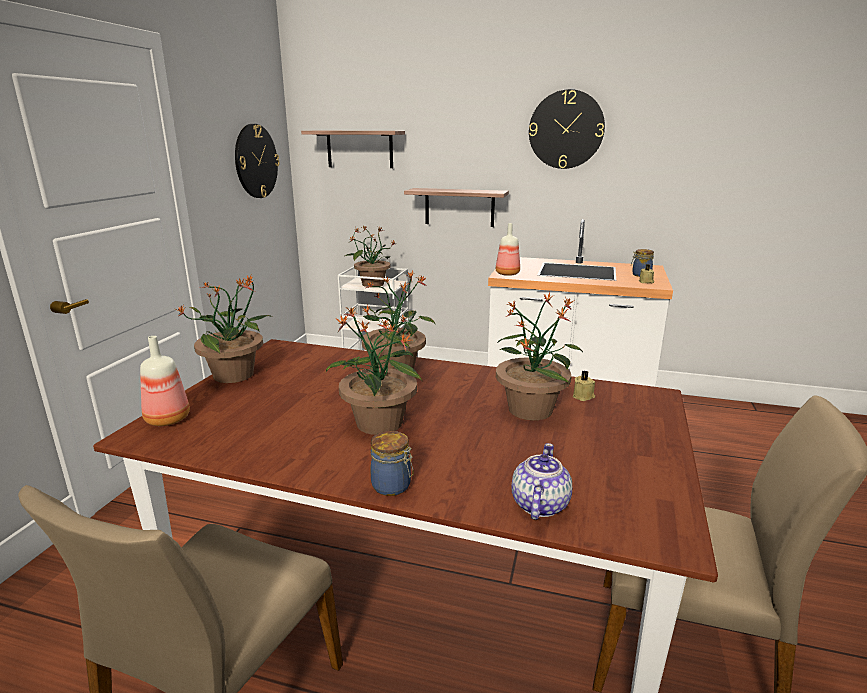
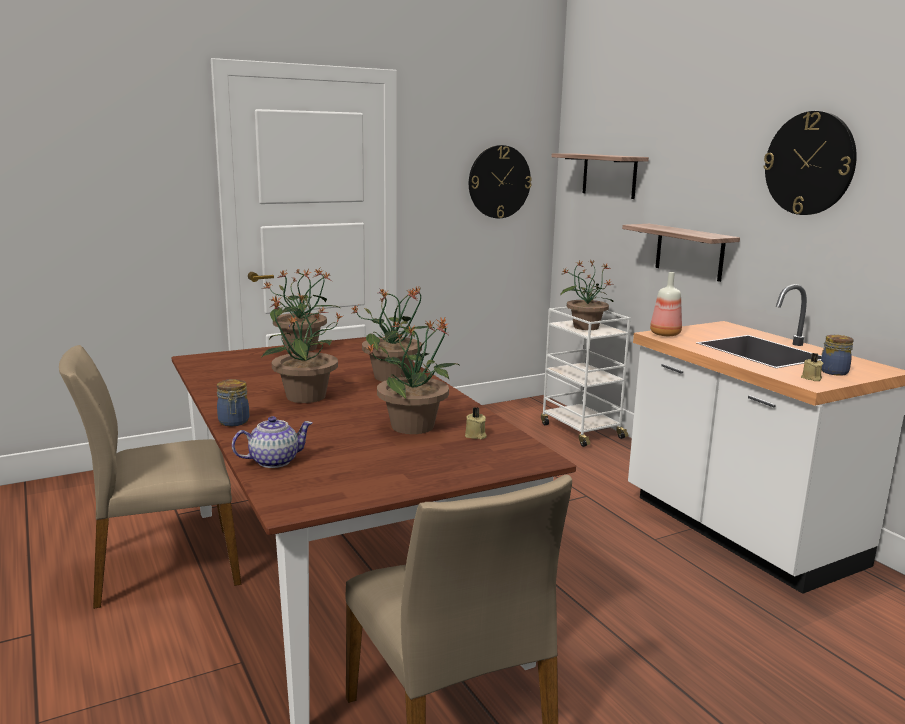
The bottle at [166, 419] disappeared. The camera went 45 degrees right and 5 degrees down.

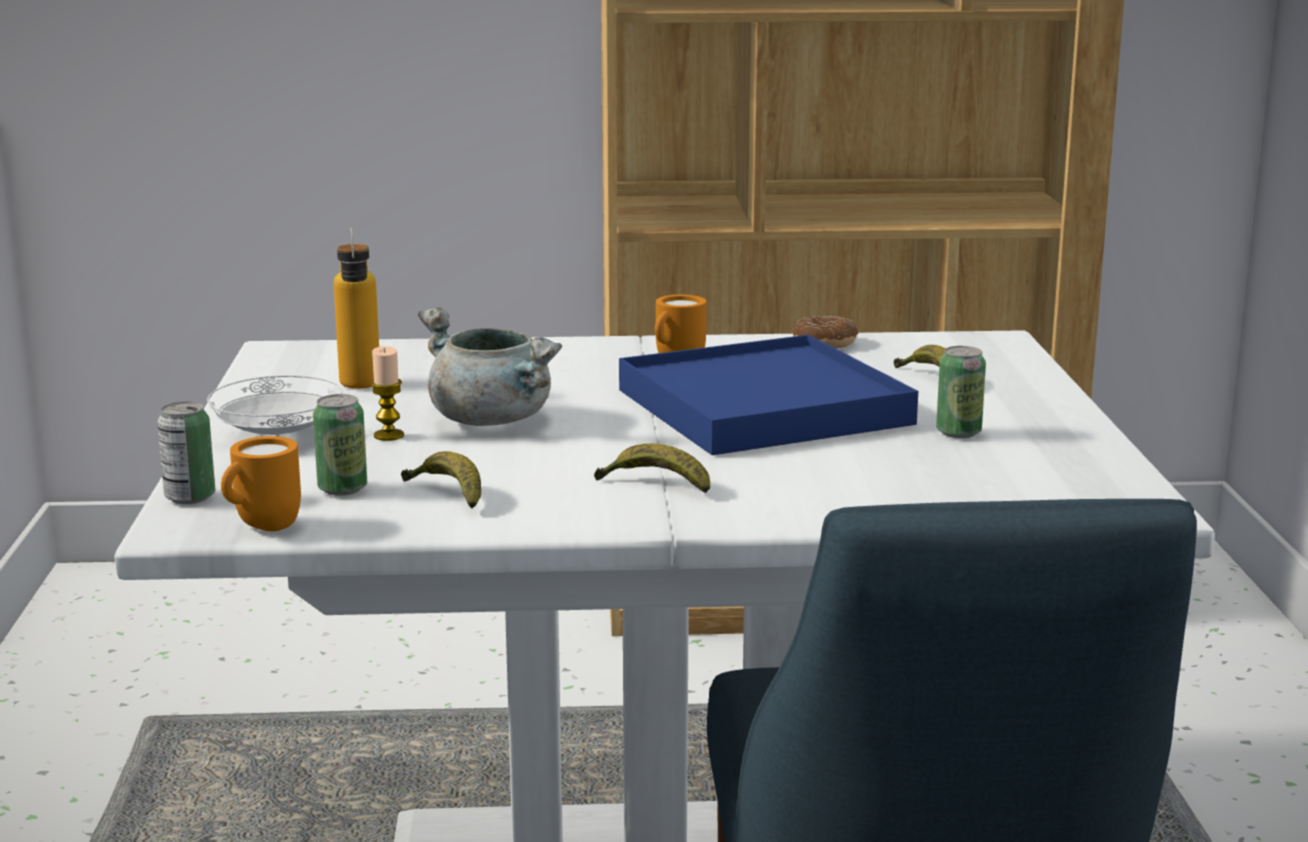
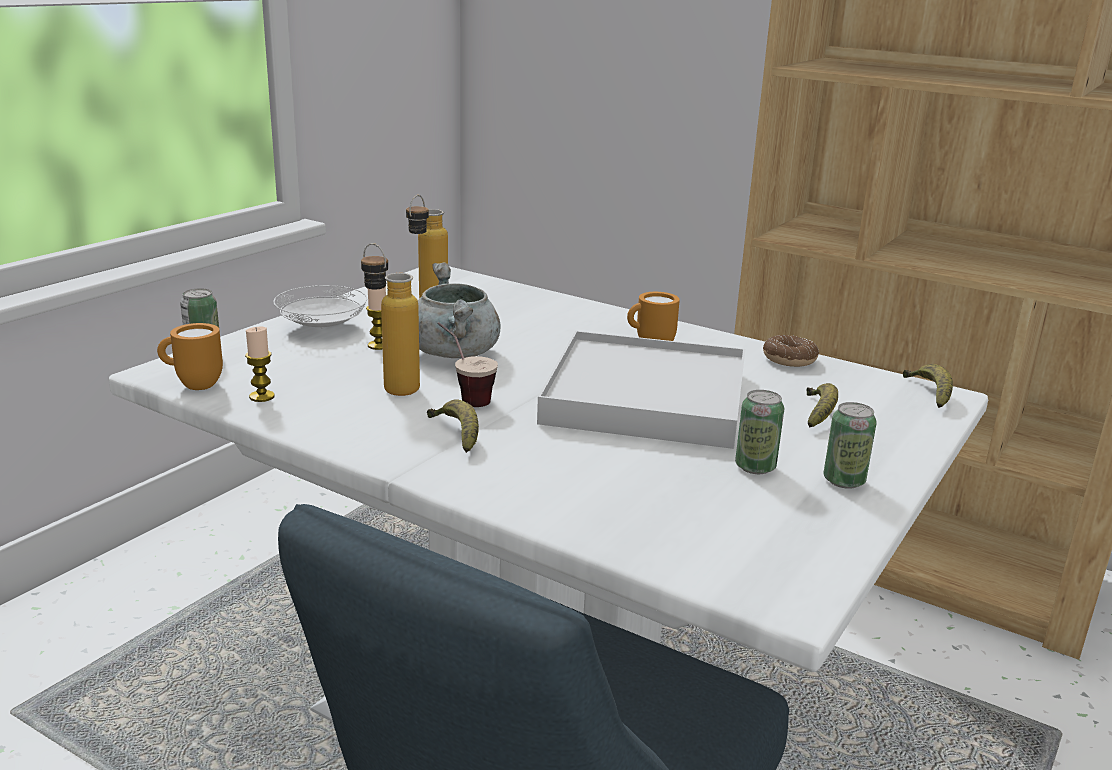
The blue tray at [762, 407] became the white tray at [645, 397]. The can moved from [342, 489] to [844, 481]. The banana moved from [448, 494] to [929, 394]. The bottle at [391, 386] appeared. The cup at [464, 397] appeared. The candle at [262, 397] appeared. The camera went 35 degrees right and 5 degrees up.

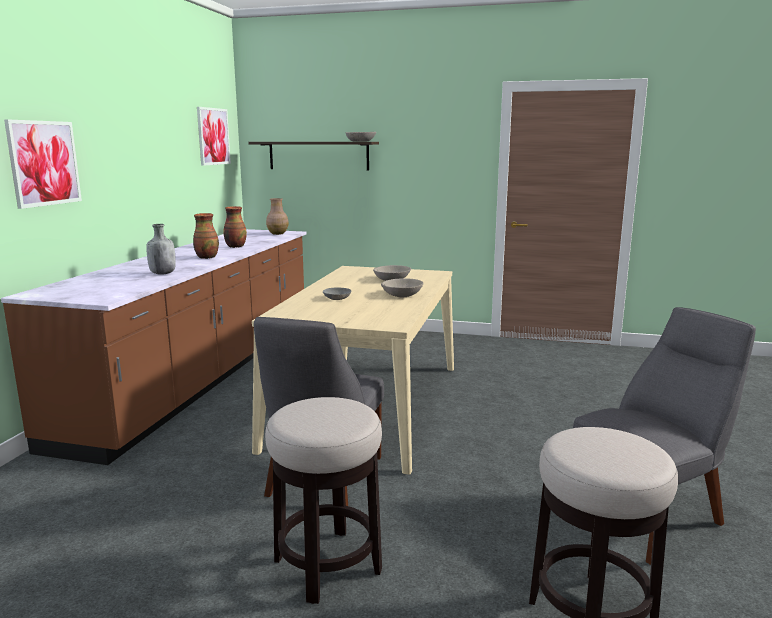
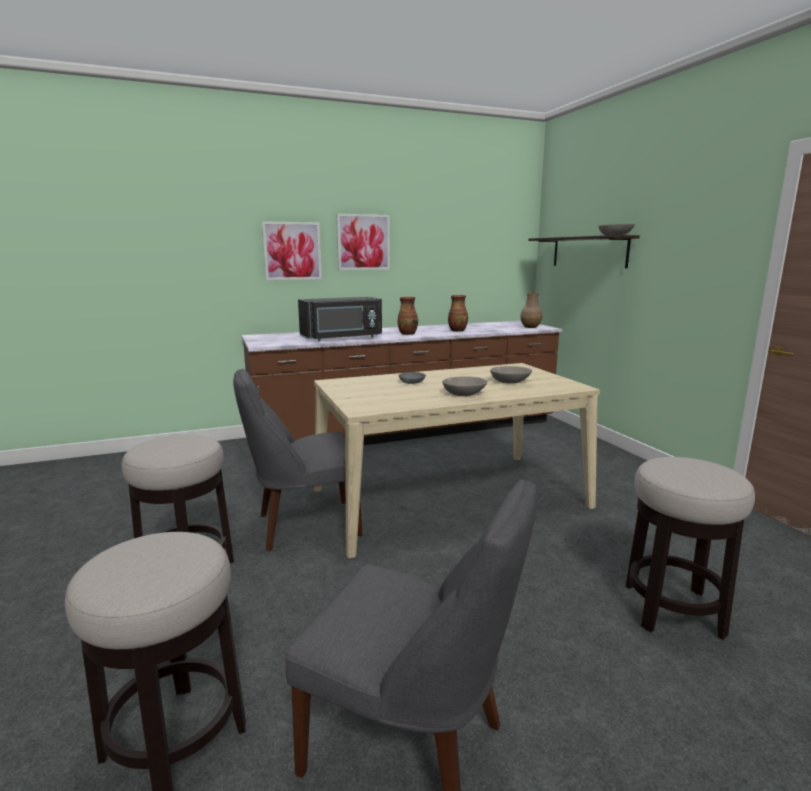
The picture moved from [213, 136] to [363, 242]. The grey bottle at [162, 273] was replaced by the black microwave at [342, 338]. The stool at [673, 610] appeared. The camera went 55 degrees right and 0 degrees up.

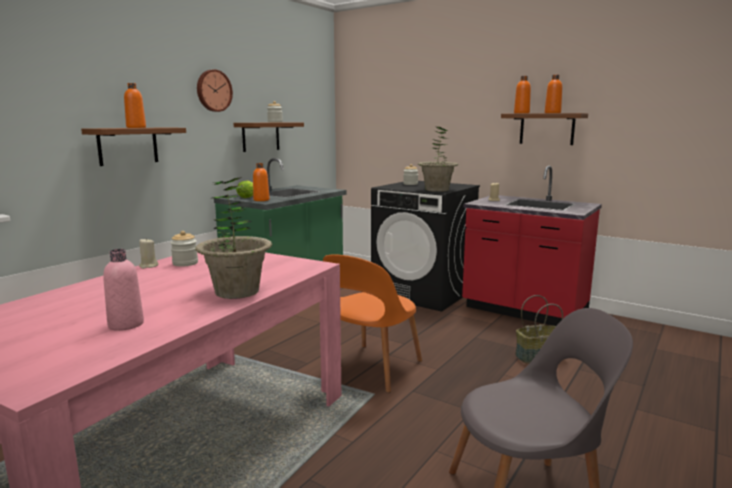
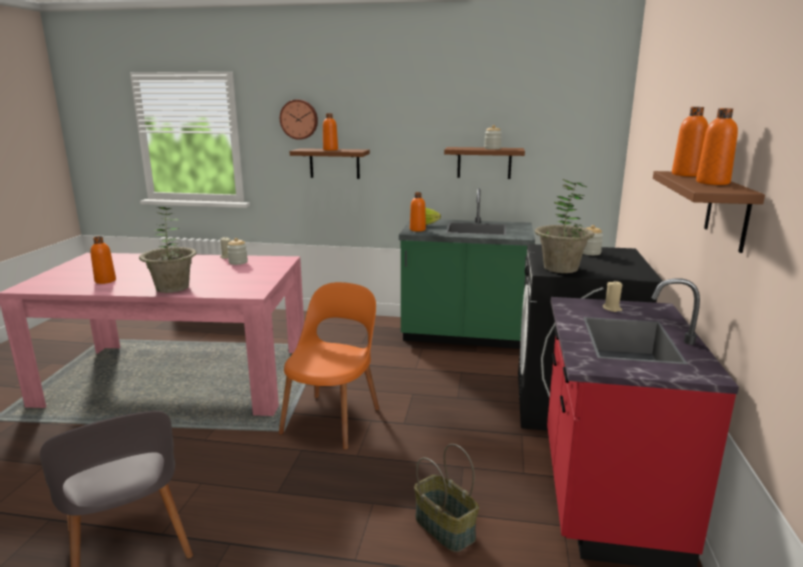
The wall clock moved from [213, 90] to [299, 119]. The pink bottle at [126, 324] became the orange bottle at [105, 281]. The orange chair at [371, 369] turned 105 degrees clockwise. The camera went 65 degrees right and 5 degrees up.

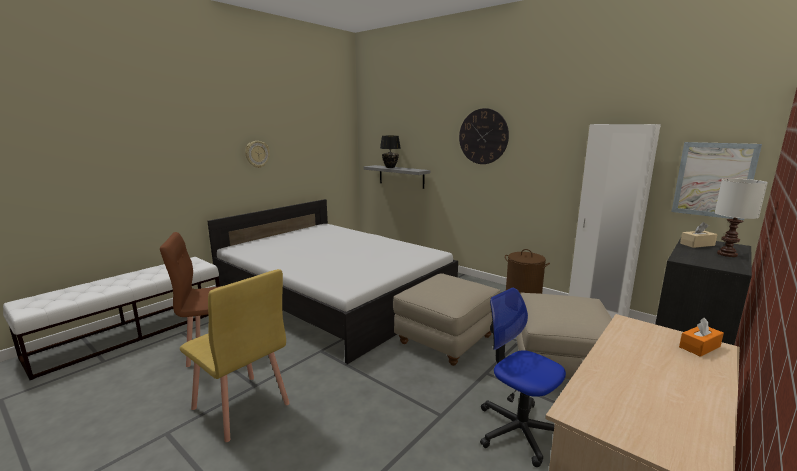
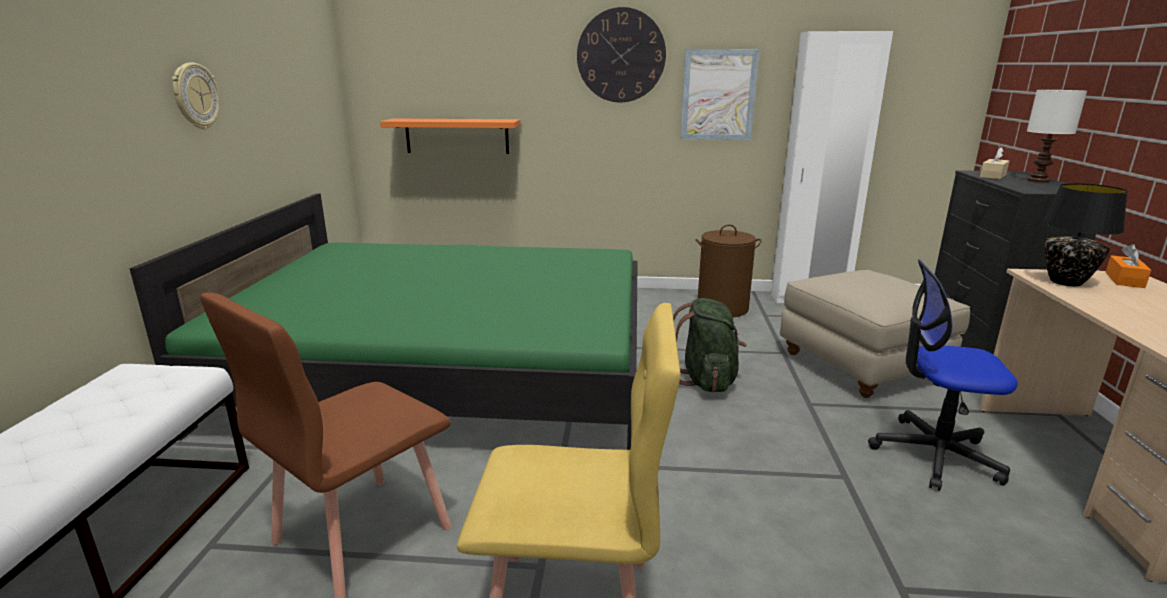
The black table lamp moved from [390, 167] to [1065, 282]. The picture moved from [713, 180] to [718, 95]. The grey shelf at [401, 176] became the orange shelf at [457, 136]. The white bed at [334, 296] became the green bed at [447, 370]. The beige ottoman at [446, 340] was replaced by the green backpack at [706, 380]. The camera went 35 degrees left and 5 degrees up.

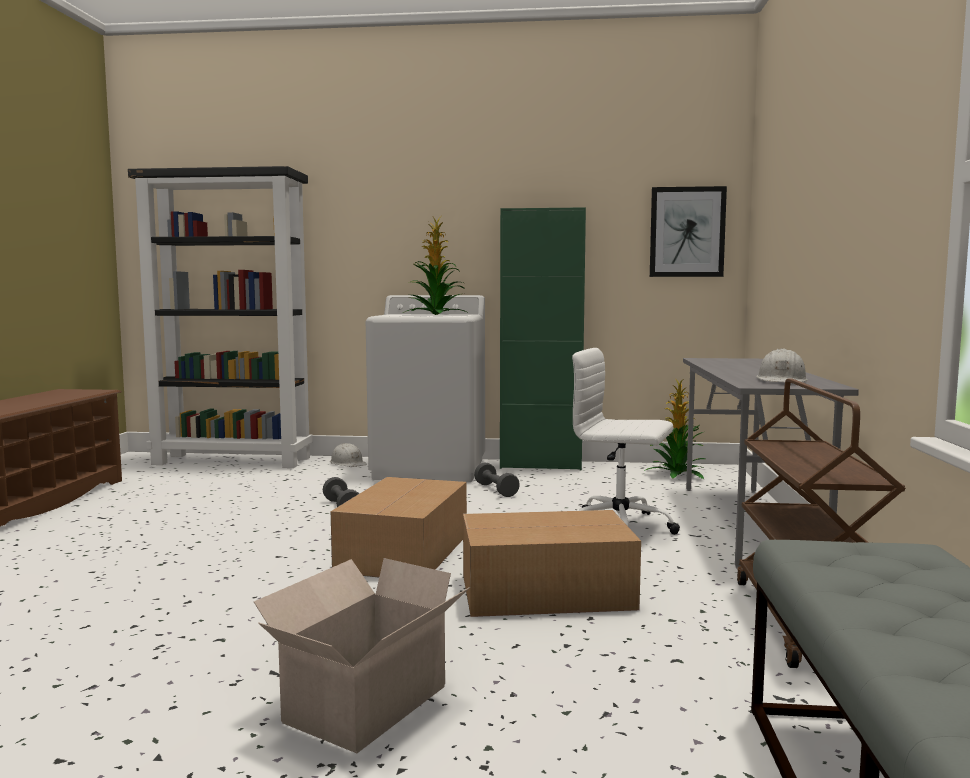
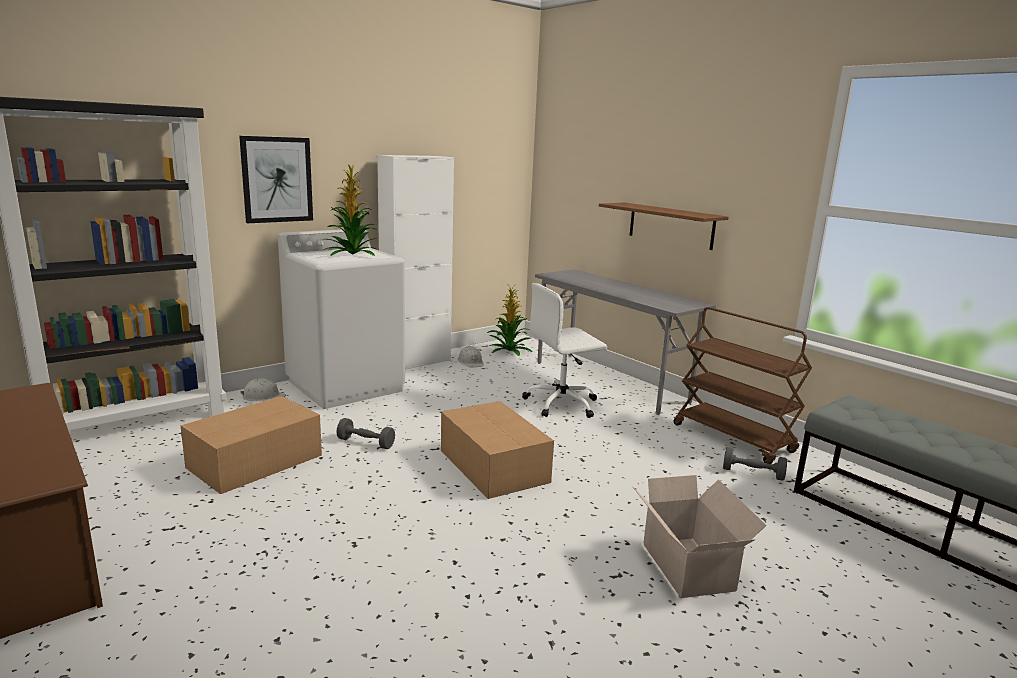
The picture moved from [687, 232] to [277, 179]. The green cabinet at [541, 465] became the white cabinet at [416, 362]. The white hard hat moved from [782, 380] to [470, 362]. The grey dumbbell moved from [496, 490] to [752, 473]. The cardboard box moved from [549, 592] to [257, 461]. The brown shelf at [670, 225] appeared. The camera went 45 degrees left and 10 degrees up.

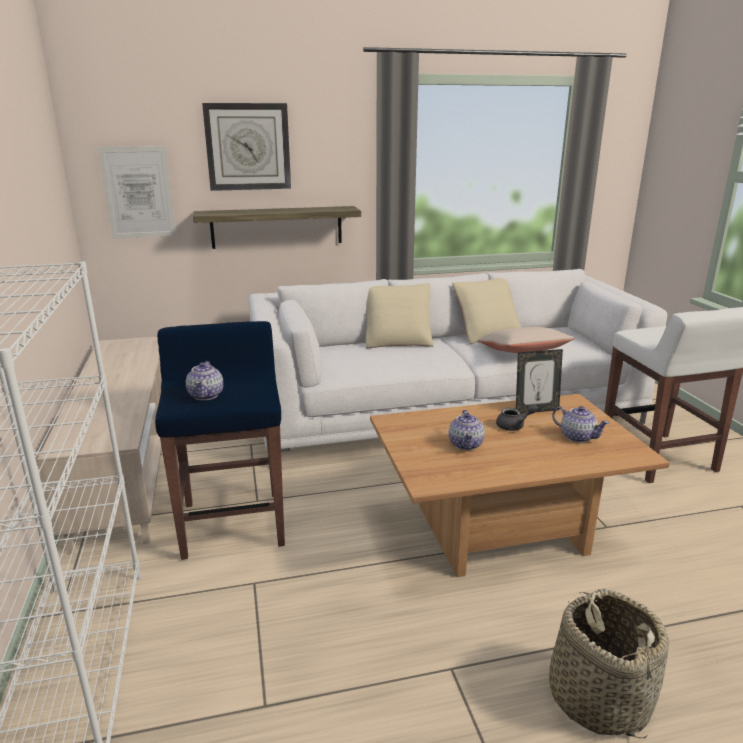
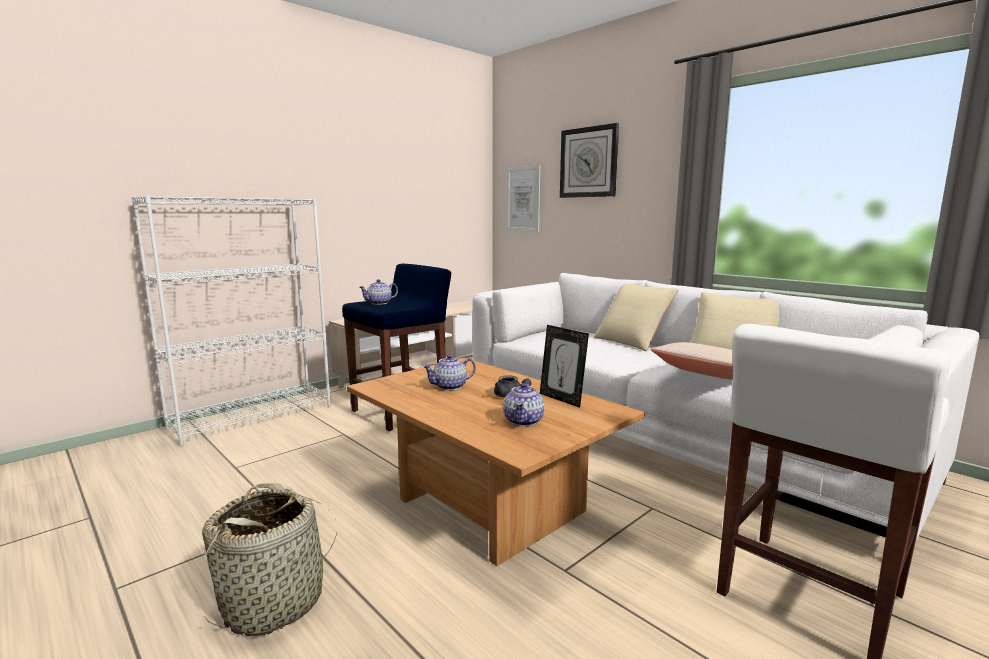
The shelf at [277, 227] disappeared. The camera went 60 degrees right and 10 degrees down.

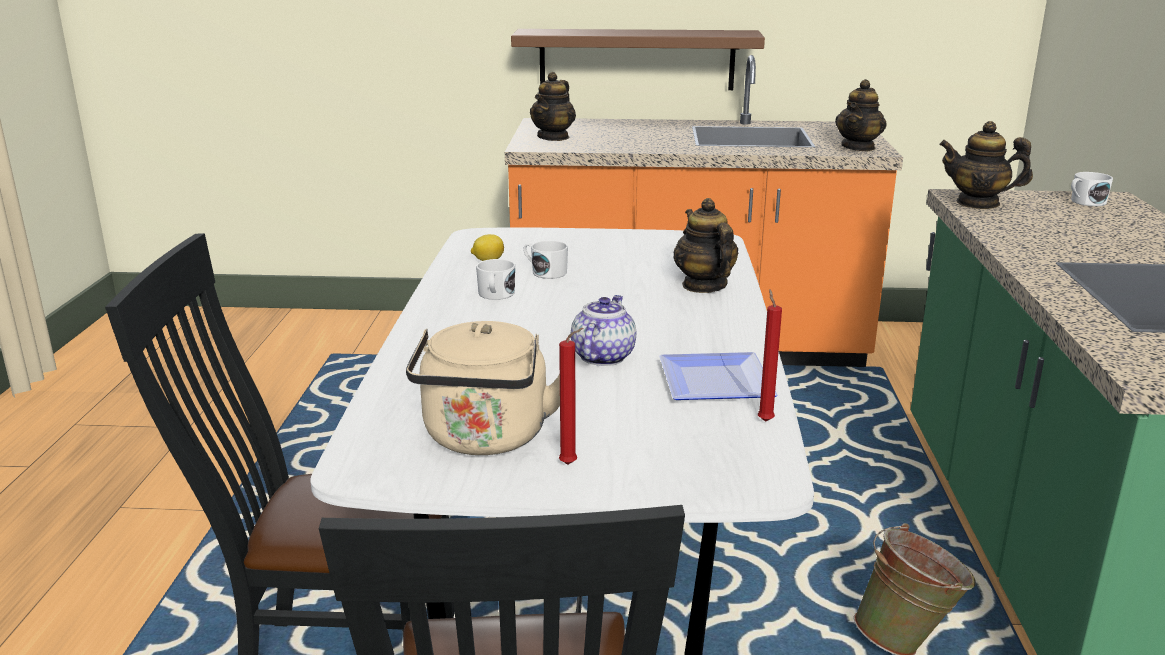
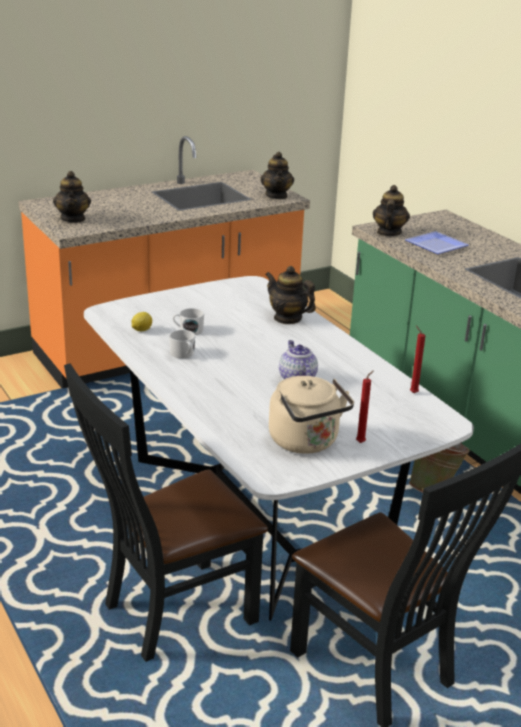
The brown shelf at [636, 59] disappeared. The teapot at [978, 203] turned 120 degrees clockwise. The white mug at [1085, 202] disappeared. The plate moved from [711, 380] to [434, 245]. The camera went 35 degrees left and 5 degrees up.

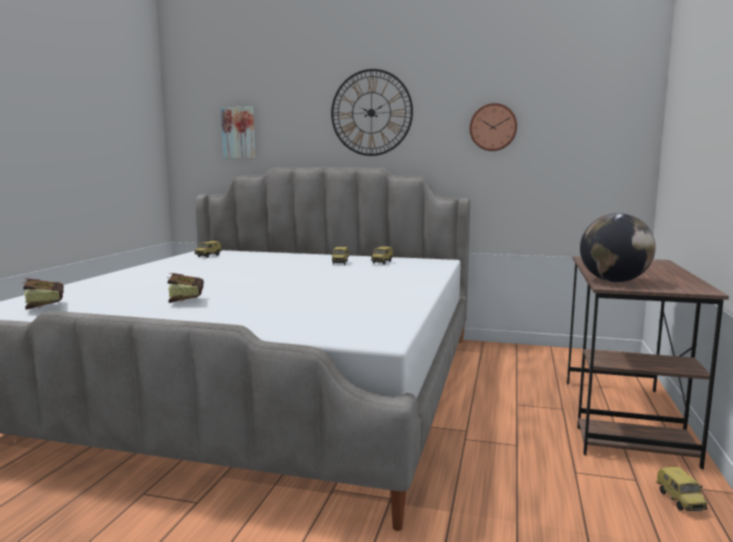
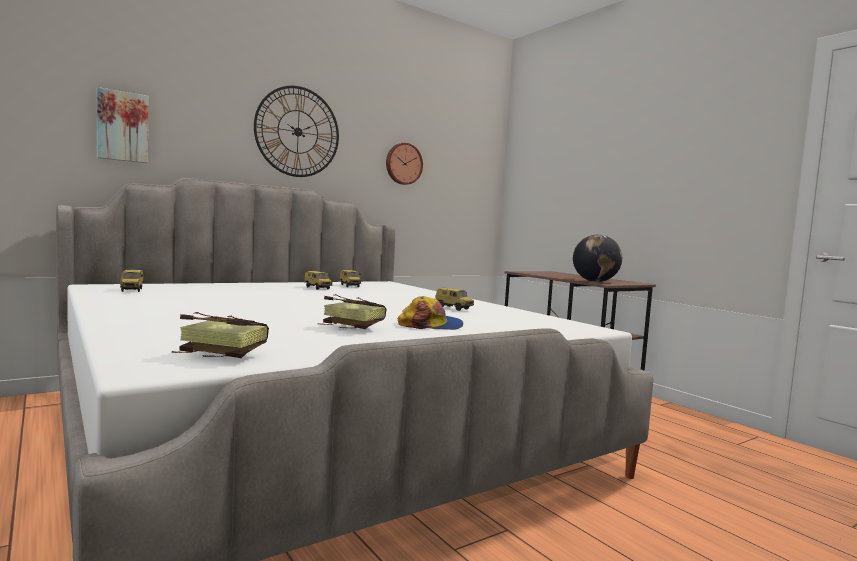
The toy car moved from [681, 501] to [454, 308]. The cap at [431, 325] appeared. The camera went 50 degrees left and 5 degrees down.

